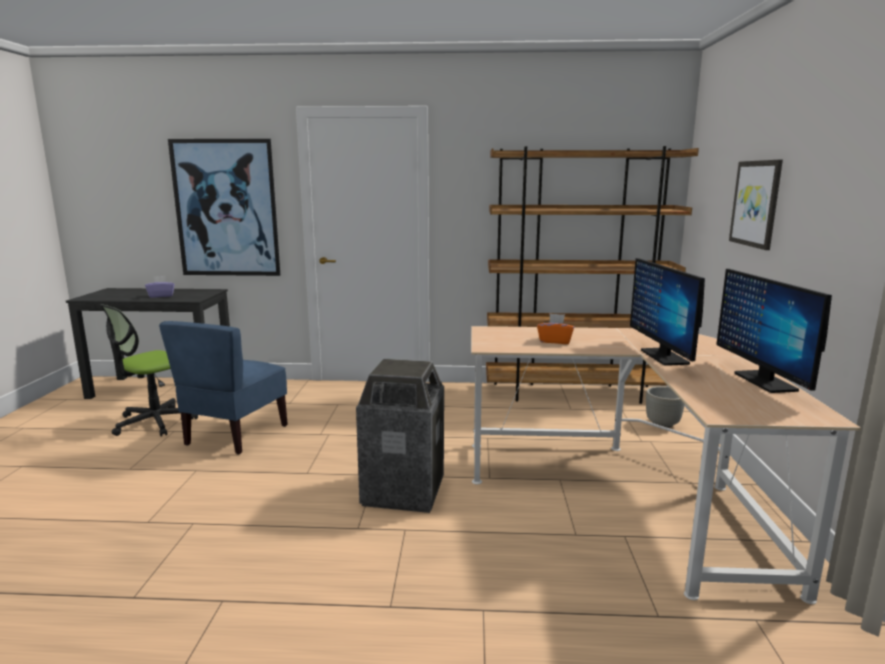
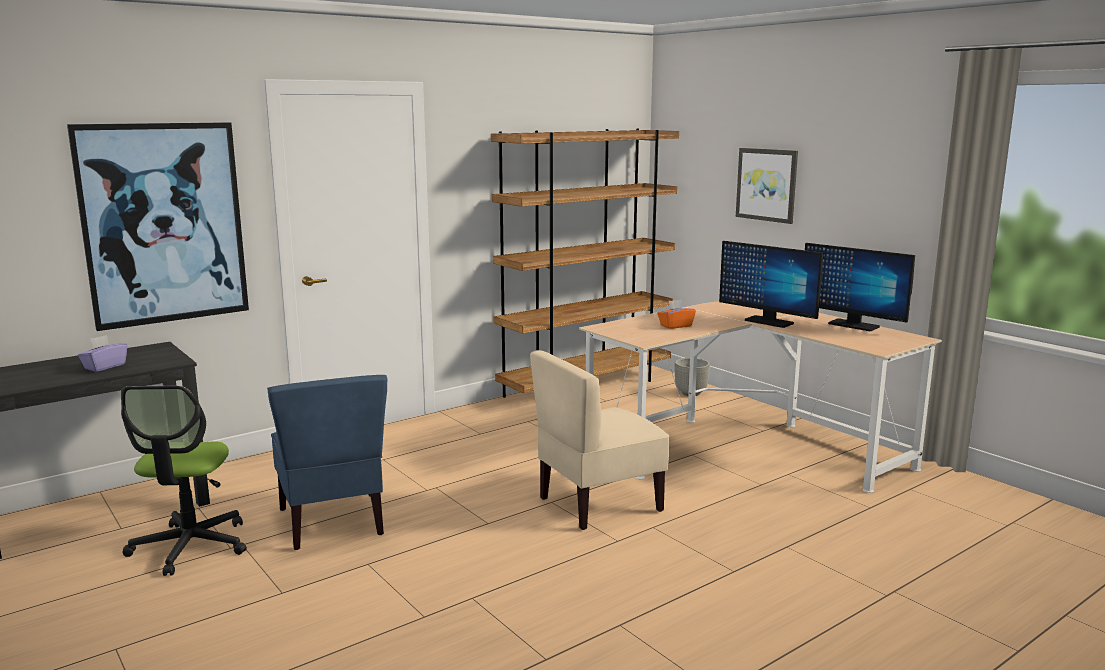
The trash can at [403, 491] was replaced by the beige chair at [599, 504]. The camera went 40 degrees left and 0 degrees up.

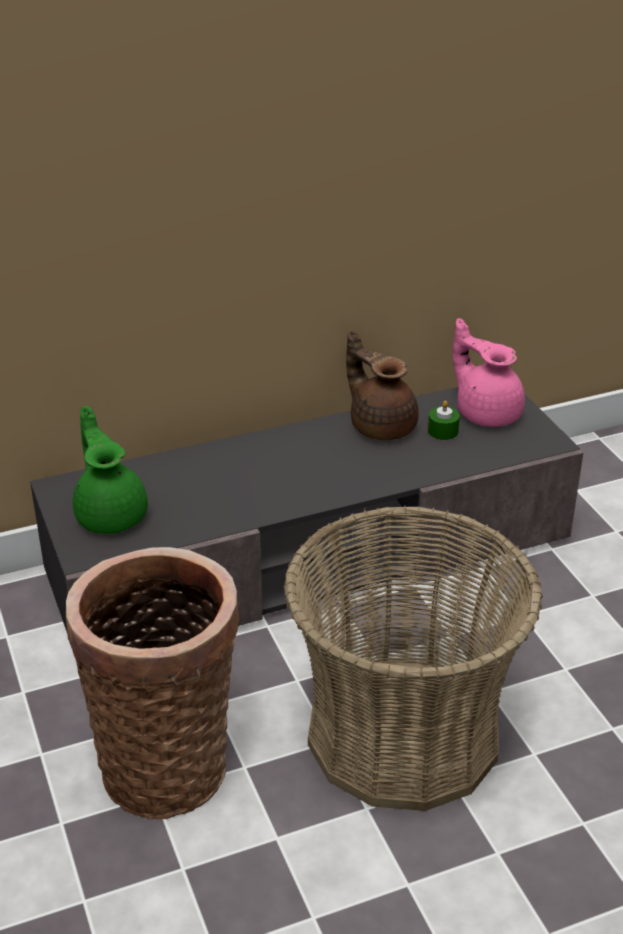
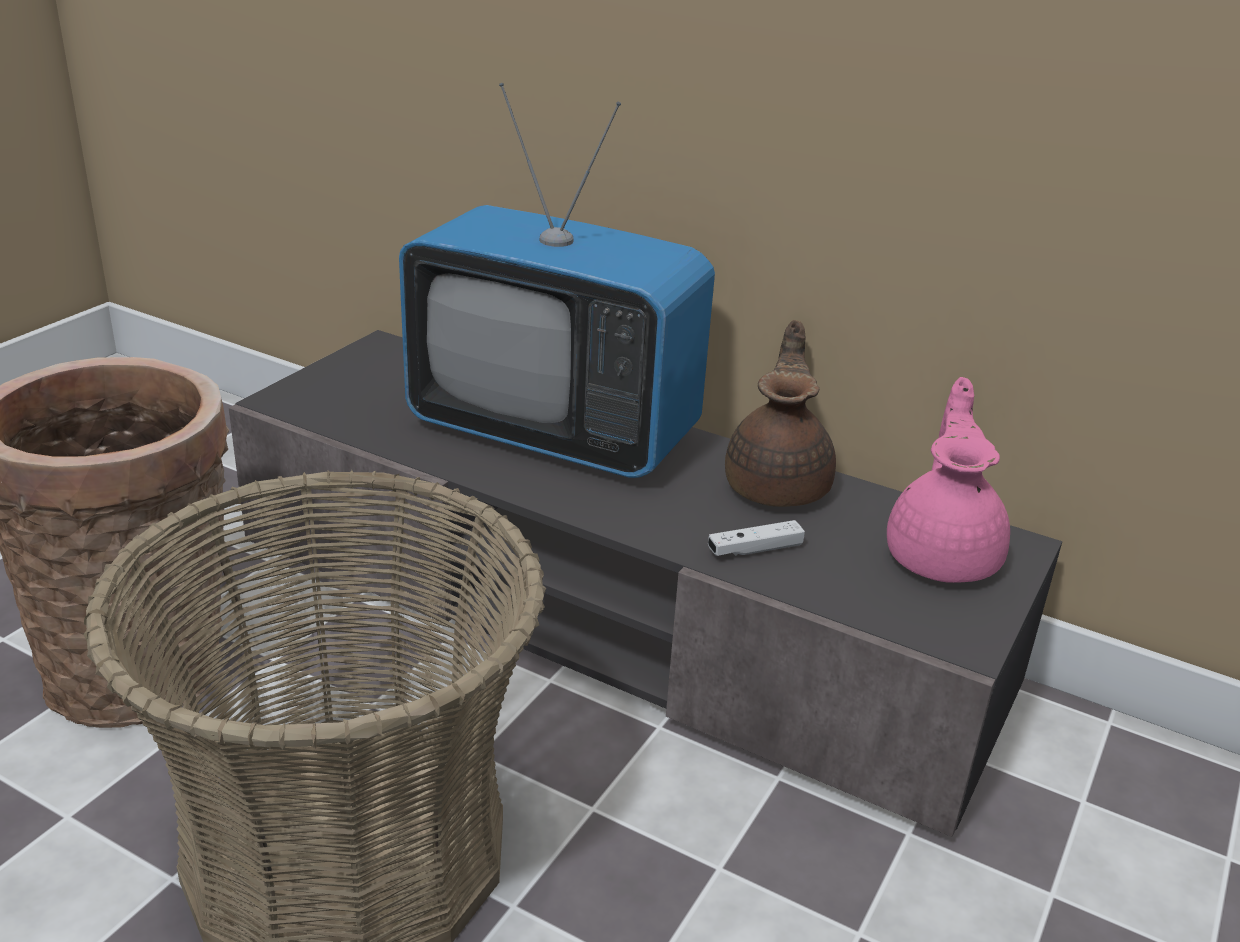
The green candle at [443, 431] disappeared. The green teapot at [111, 514] disappeared. The television at [554, 433] appeared. The white game controller at [755, 549] appeared. The camera went 50 degrees right and 5 degrees down.

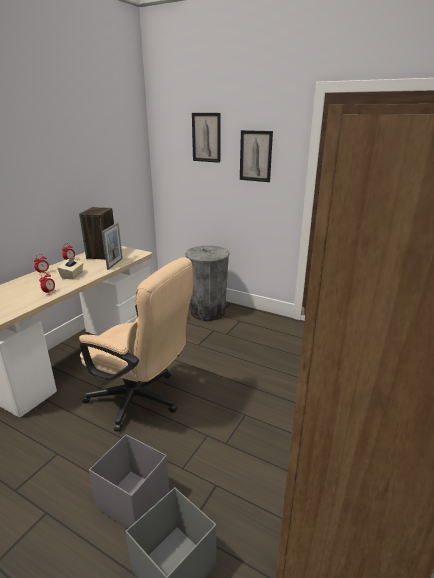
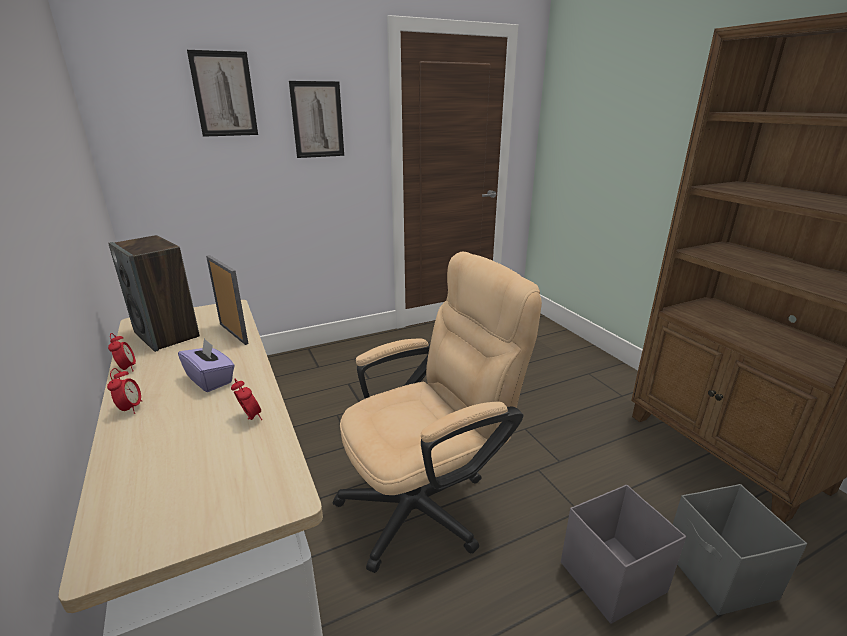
The grey trash can at [208, 312] disappeared. The beige tissue box at [72, 275] became the purple tissue box at [210, 379]. The camera went 55 degrees left and 0 degrees up.

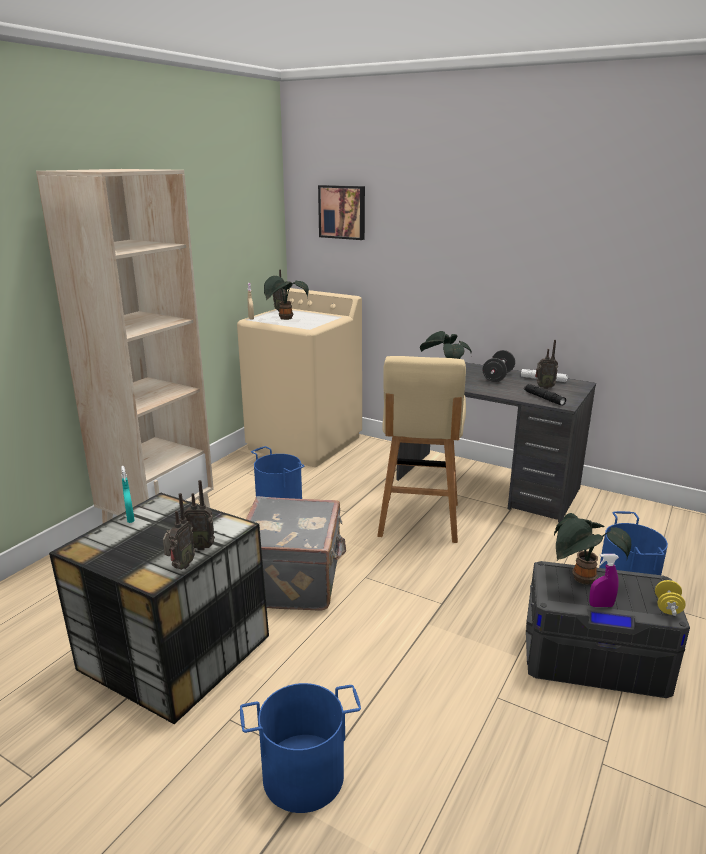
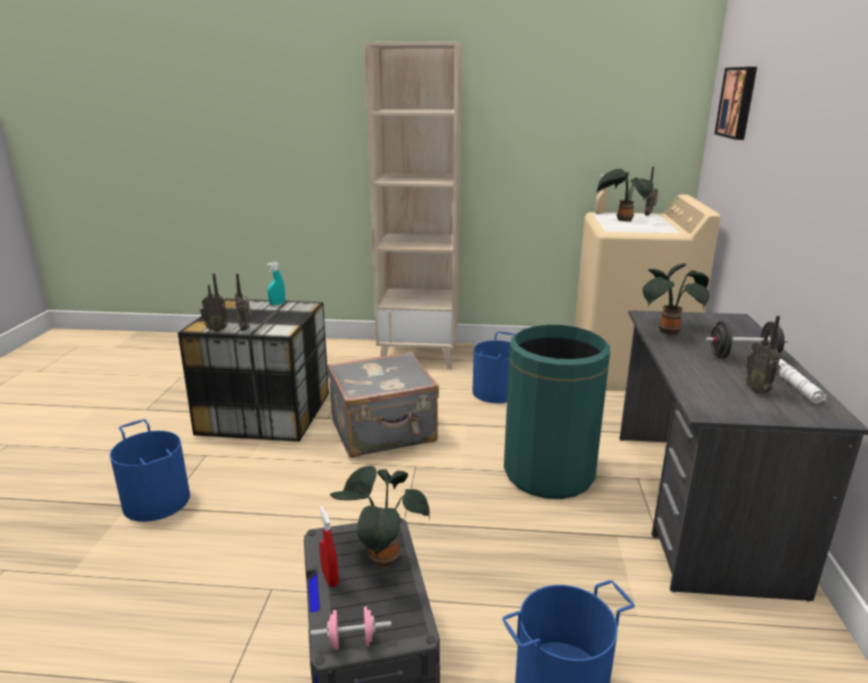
The beige stool at [418, 521] was replaced by the green trash can at [548, 473]. The black flashlight at [544, 398] disappeared. The purple spray bottle at [601, 605] became the red spray bottle at [330, 578]. The yellow dumbbell at [667, 607] became the pink dumbbell at [352, 641]. The camera went 65 degrees right and 0 degrees up.

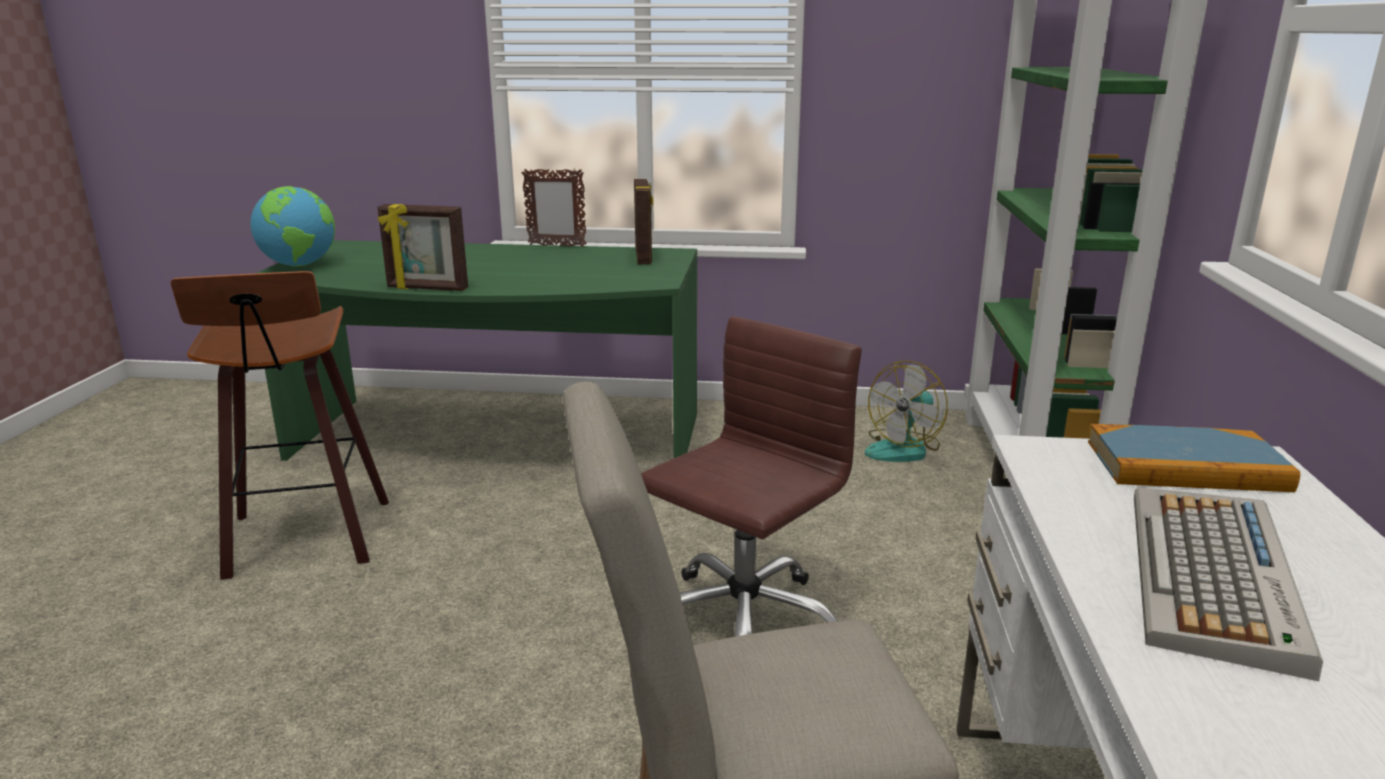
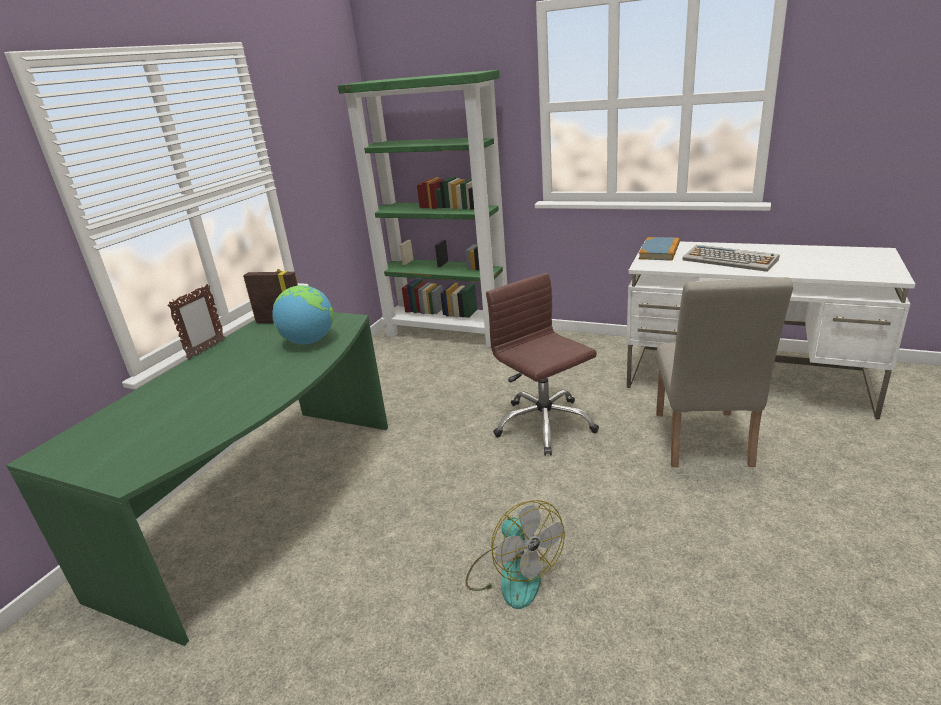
The globe moved from [300, 265] to [309, 341]. The picture frame at [427, 289] disappeared. The stool at [306, 541] disappeared. The fan moved from [904, 448] to [512, 574]. The camera went 70 degrees left and 5 degrees up.

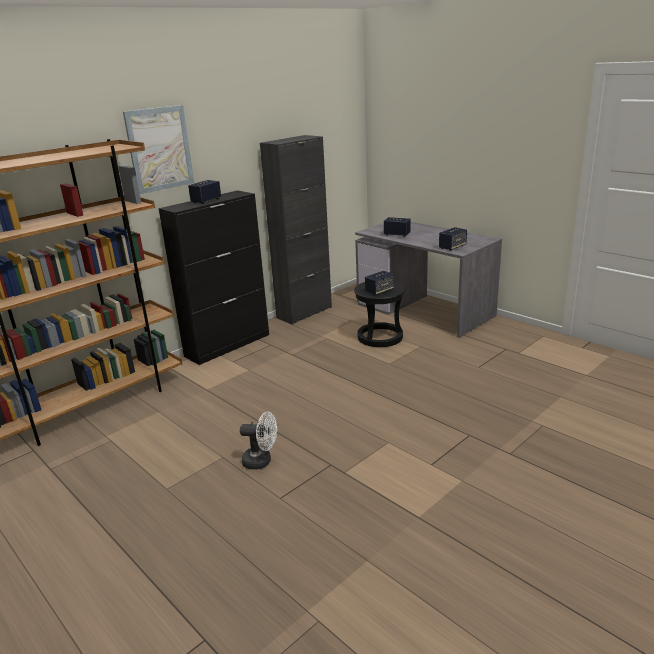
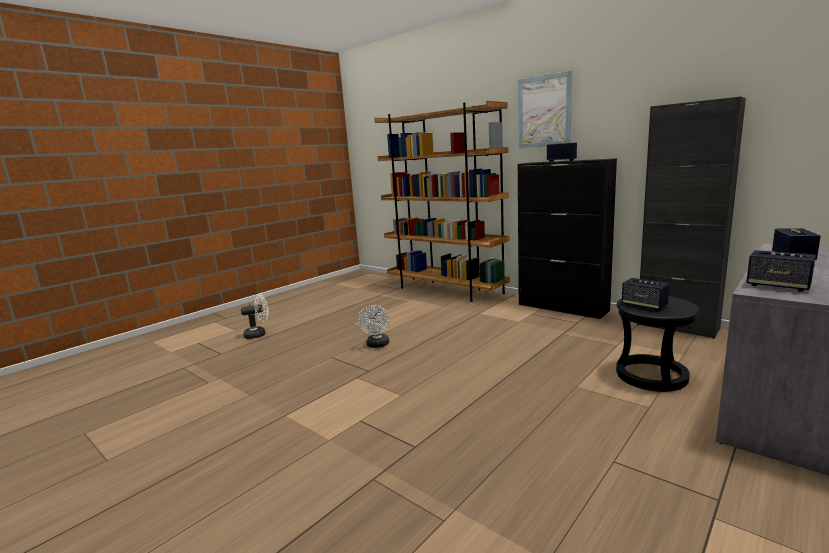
The white fan at [258, 334] appeared. The camera went 85 degrees right and 10 degrees down.

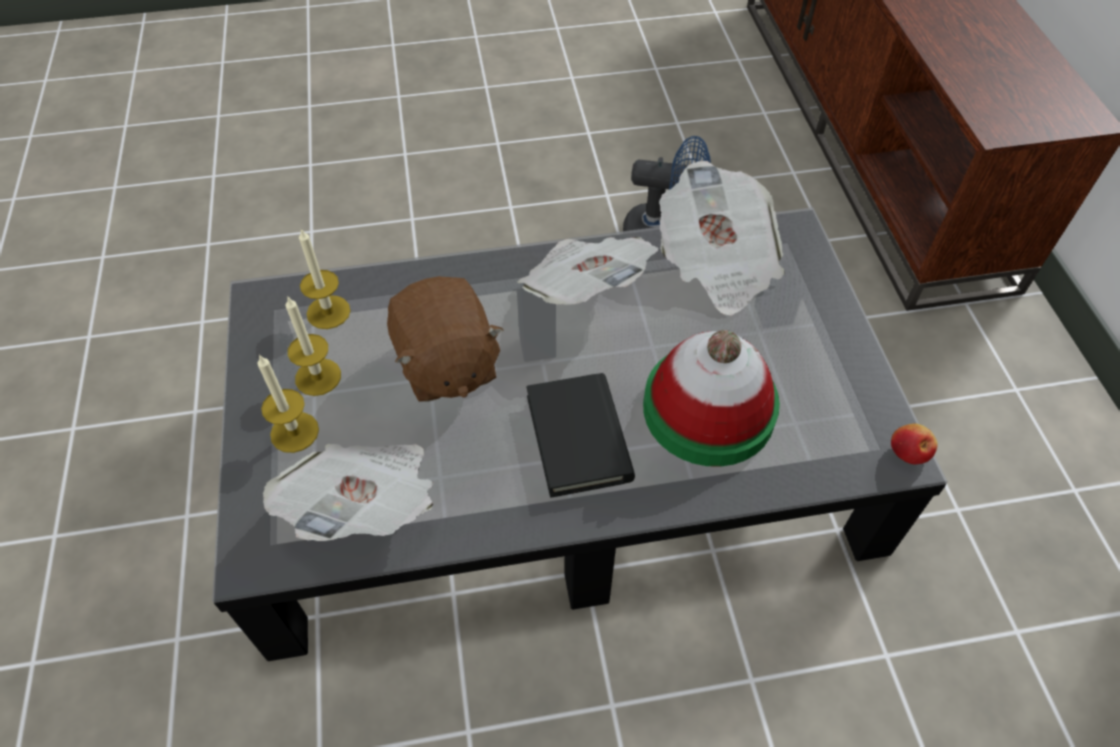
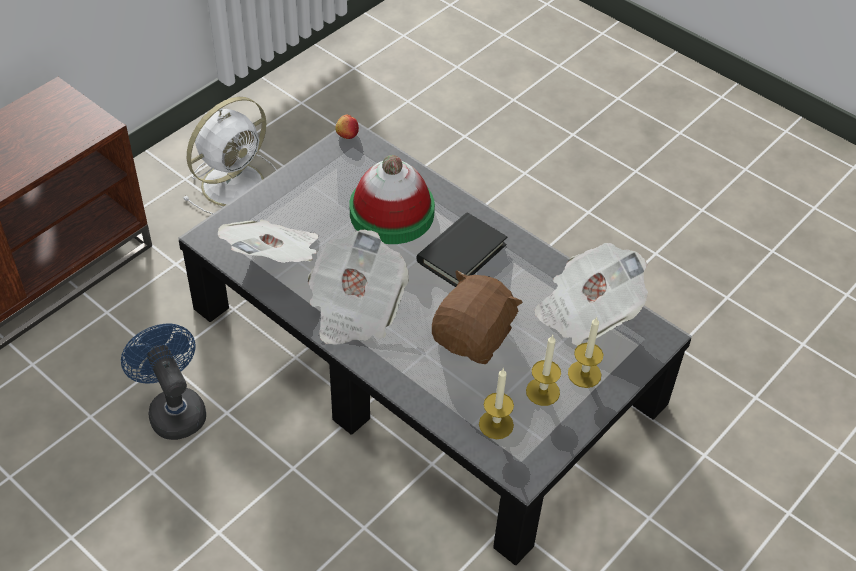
The white fan at [235, 183] appeared. The camera went 130 degrees left and 5 degrees down.

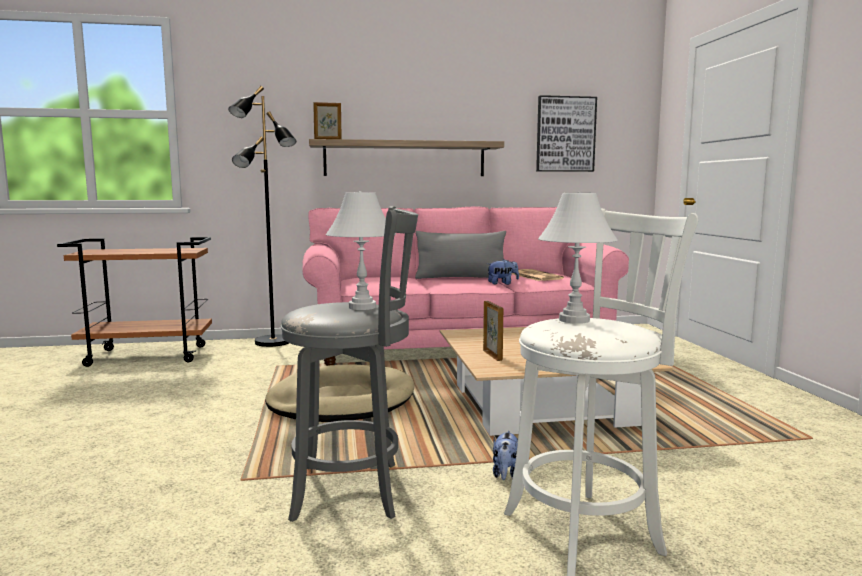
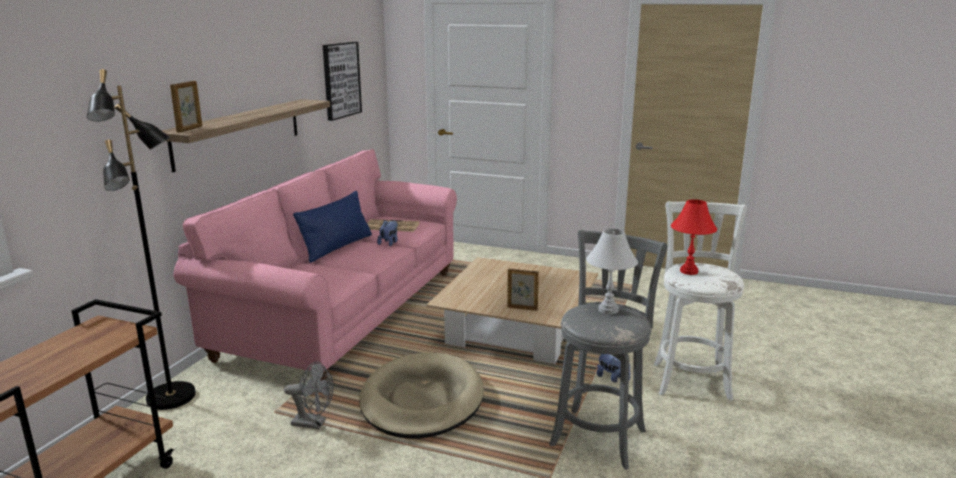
The white table lamp at [574, 320] became the red table lamp at [689, 271]. The grey pillow at [461, 277] became the blue pillow at [337, 247]. The grey fan at [314, 423] appeared. The camera went 60 degrees left and 10 degrees up.

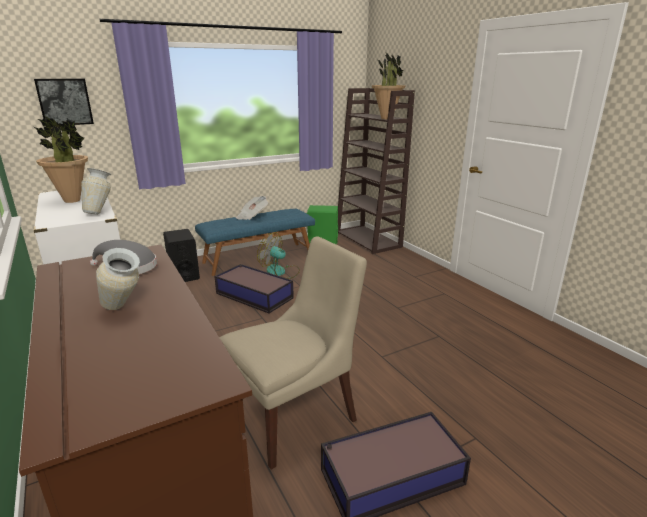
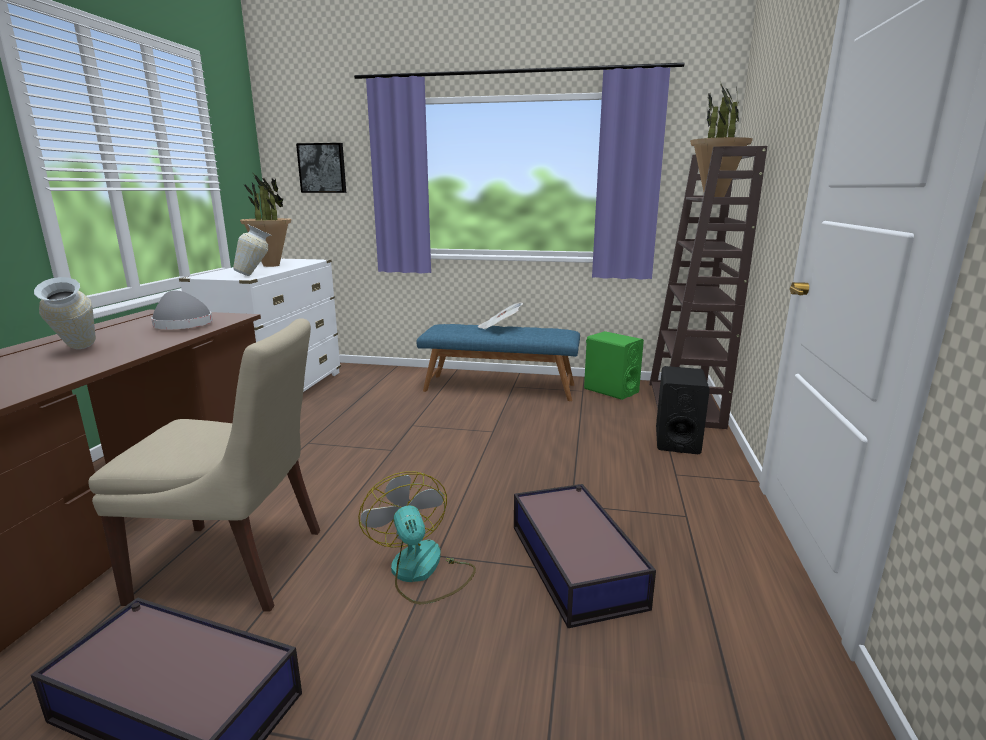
The black speaker moved from [184, 274] to [677, 440]. The fan moved from [280, 272] to [421, 571]. The storage box moved from [254, 295] to [575, 563]. The camera went 40 degrees right and 5 degrees down.

